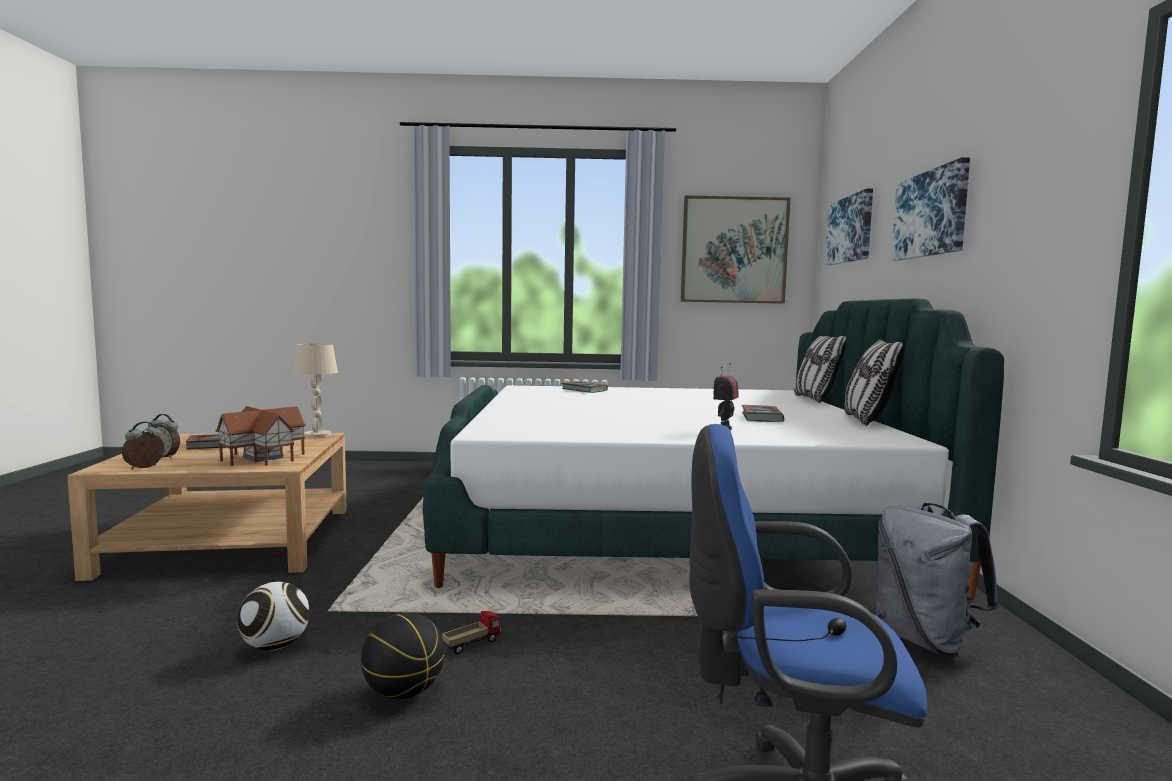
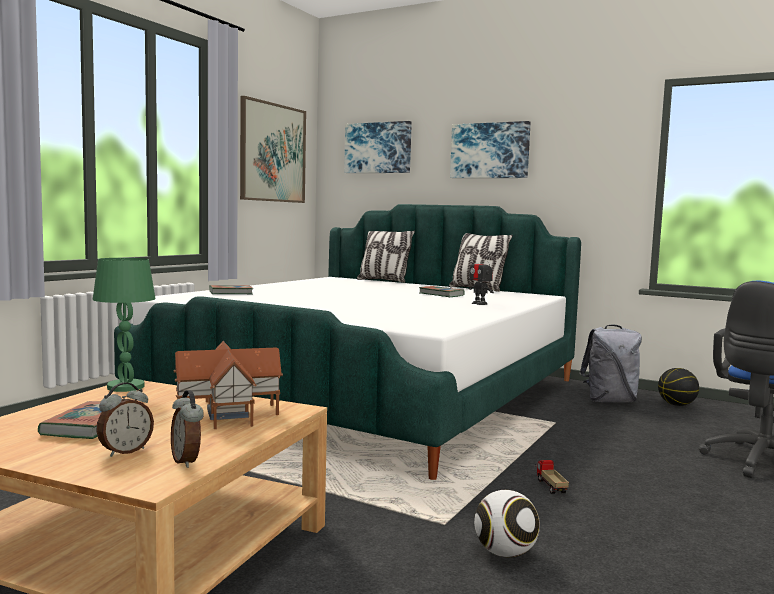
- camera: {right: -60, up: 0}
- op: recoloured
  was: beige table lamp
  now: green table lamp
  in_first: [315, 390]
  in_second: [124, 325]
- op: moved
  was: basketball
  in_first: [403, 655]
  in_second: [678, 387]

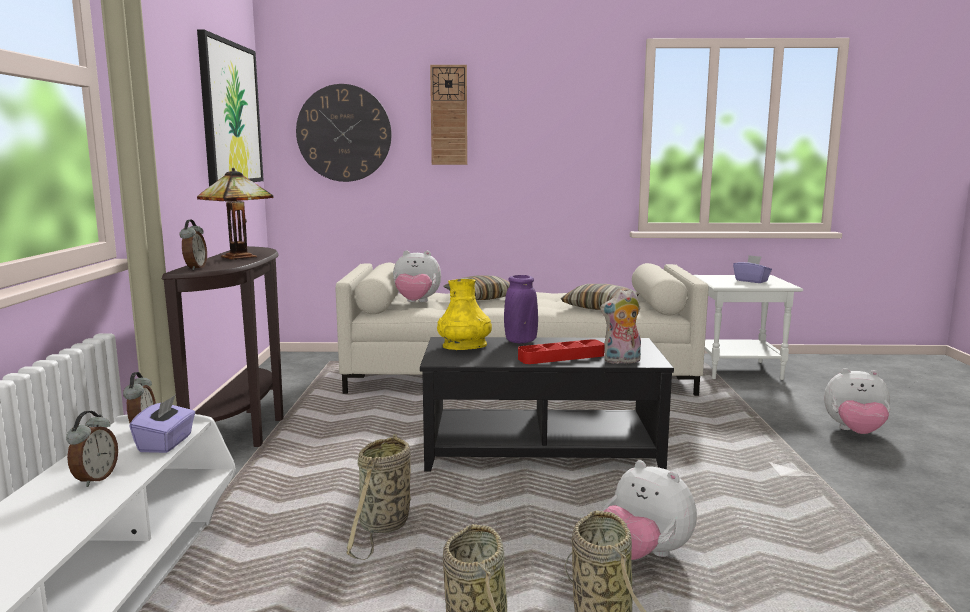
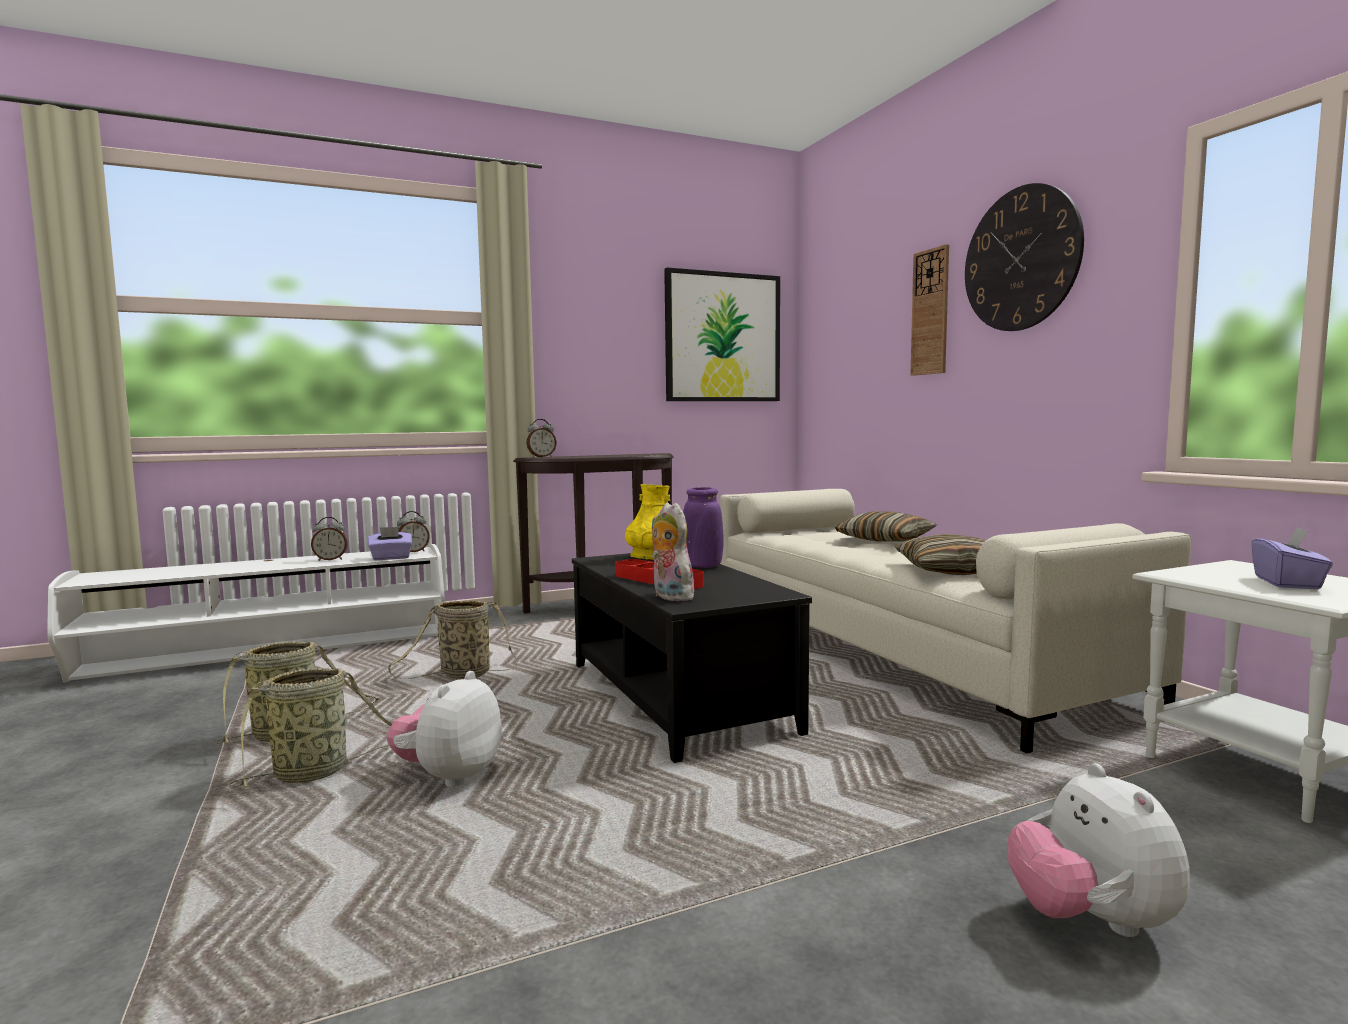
- camera: {right: 65, up: -5}
- op: moved
  was: wall clock
  in_first: [344, 133]
  in_second: [1024, 257]
- op: removed
  was: table lamp
  in_first: [235, 214]
- op: removed
  was: plush toy
  in_first: [417, 276]

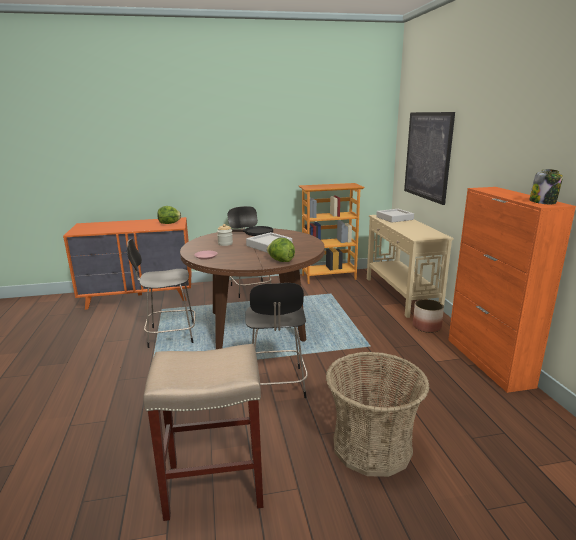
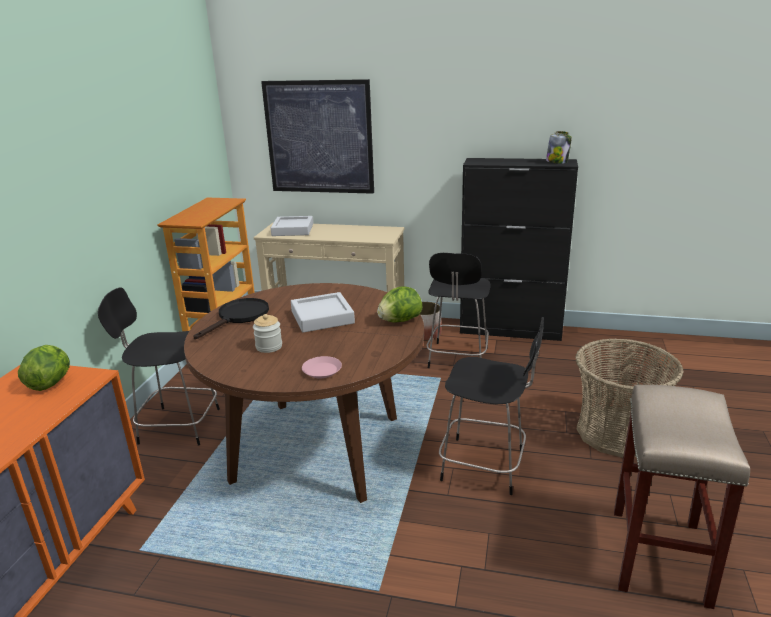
- camera: {right: -65, up: 5}
- op: recoloured
  was: orange cabinet
  now: black cabinet
  in_first: [512, 290]
  in_second: [519, 249]
- op: moved
  was: black chair
  in_first: [161, 293]
  in_second: [458, 310]

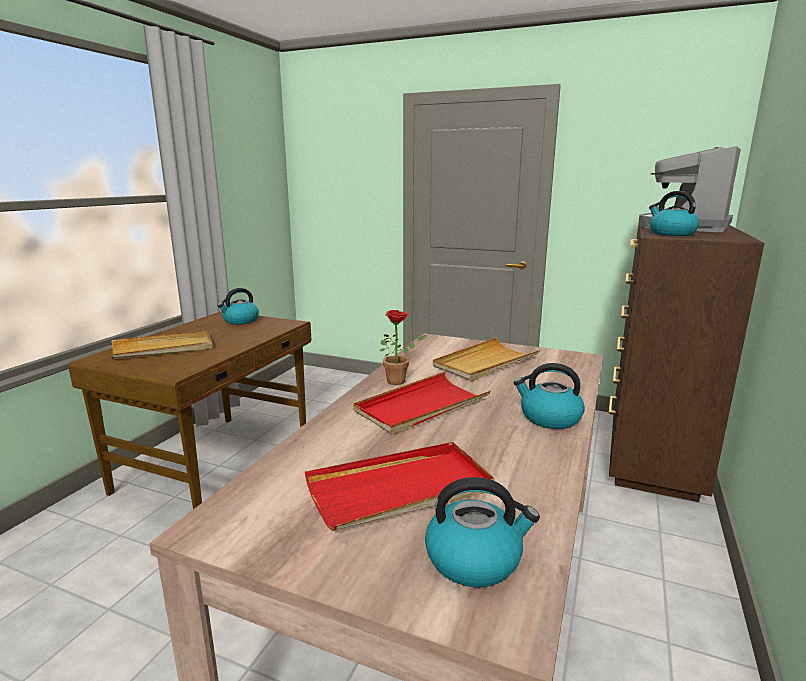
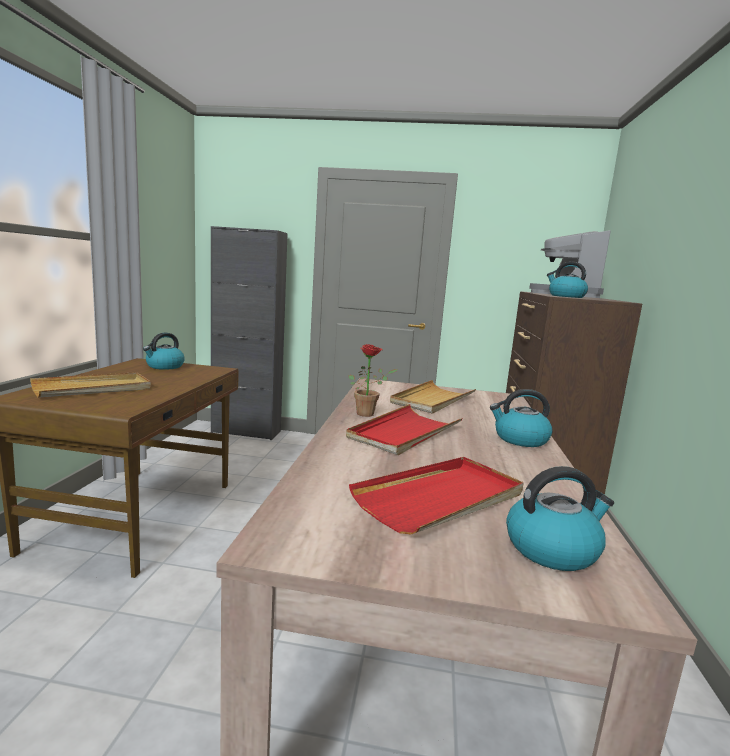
- camera: {right: -15, up: -5}
- op: added
  now: black cabinet
  in_second: [249, 333]

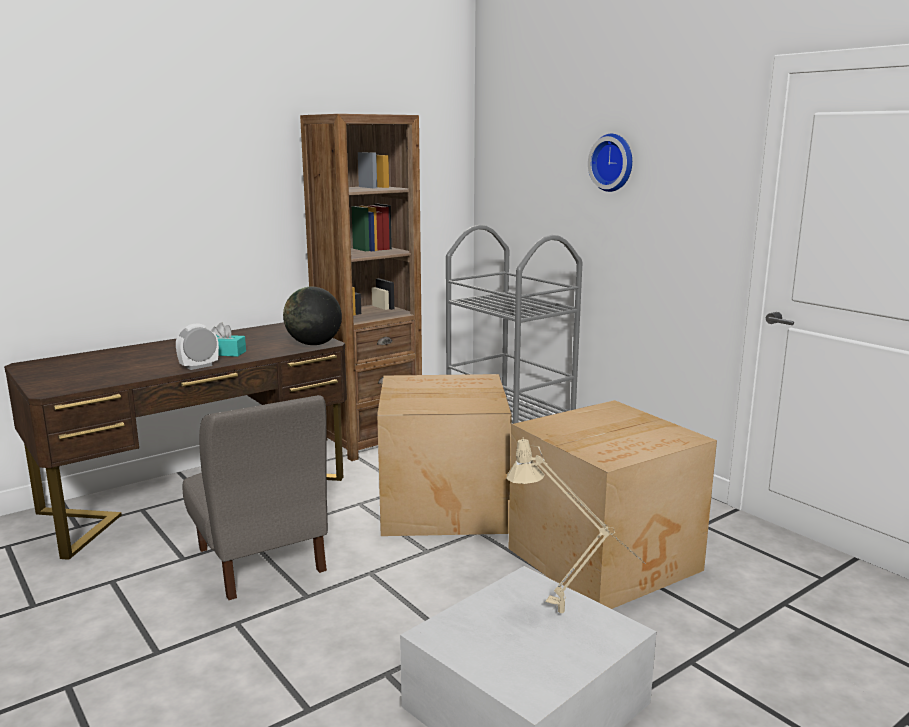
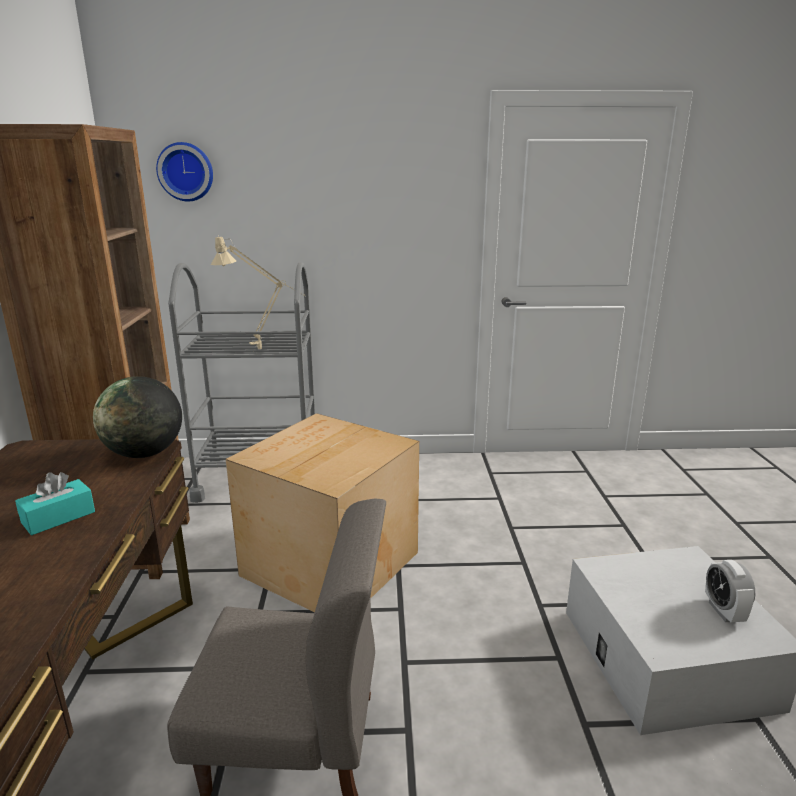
- camera: {right: -55, up: 5}
- op: moved
  was: wall clock
  in_first: [610, 163]
  in_second: [184, 171]
- op: moved
  was: alarm clock
  in_first: [197, 346]
  in_second: [730, 591]
- op: removed
  was: cardboard box
  in_first: [612, 504]
- op: moved
  was: beige table lamp
  in_first: [576, 525]
  in_second: [258, 292]

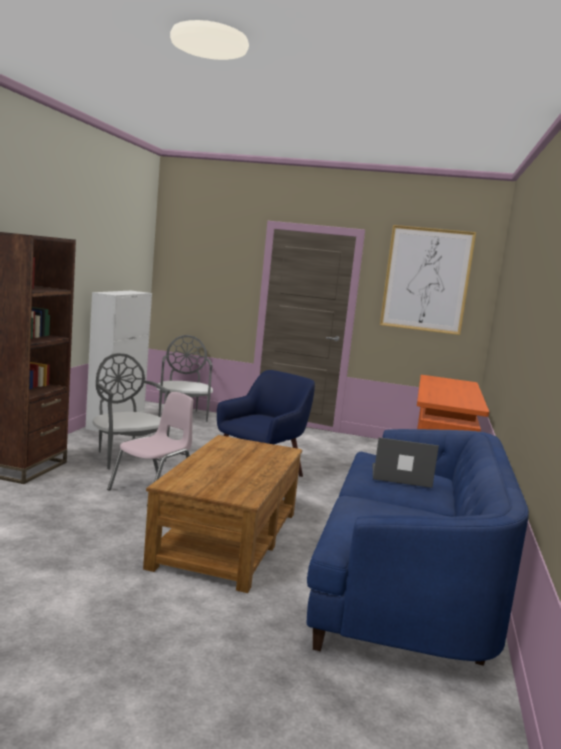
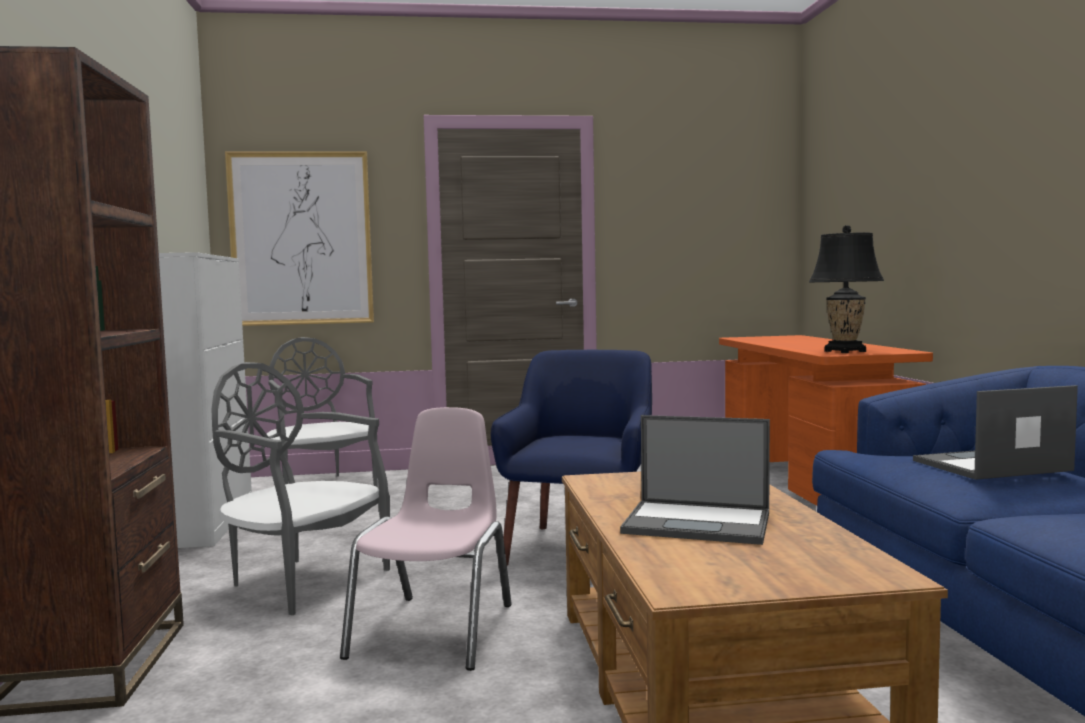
- camera: {right: -20, up: -5}
- op: moved
  was: picture
  in_first: [428, 280]
  in_second: [299, 239]
- op: added
  now: black table lamp
  in_second: [846, 289]
- op: added
  now: laptop
  in_second: [695, 480]

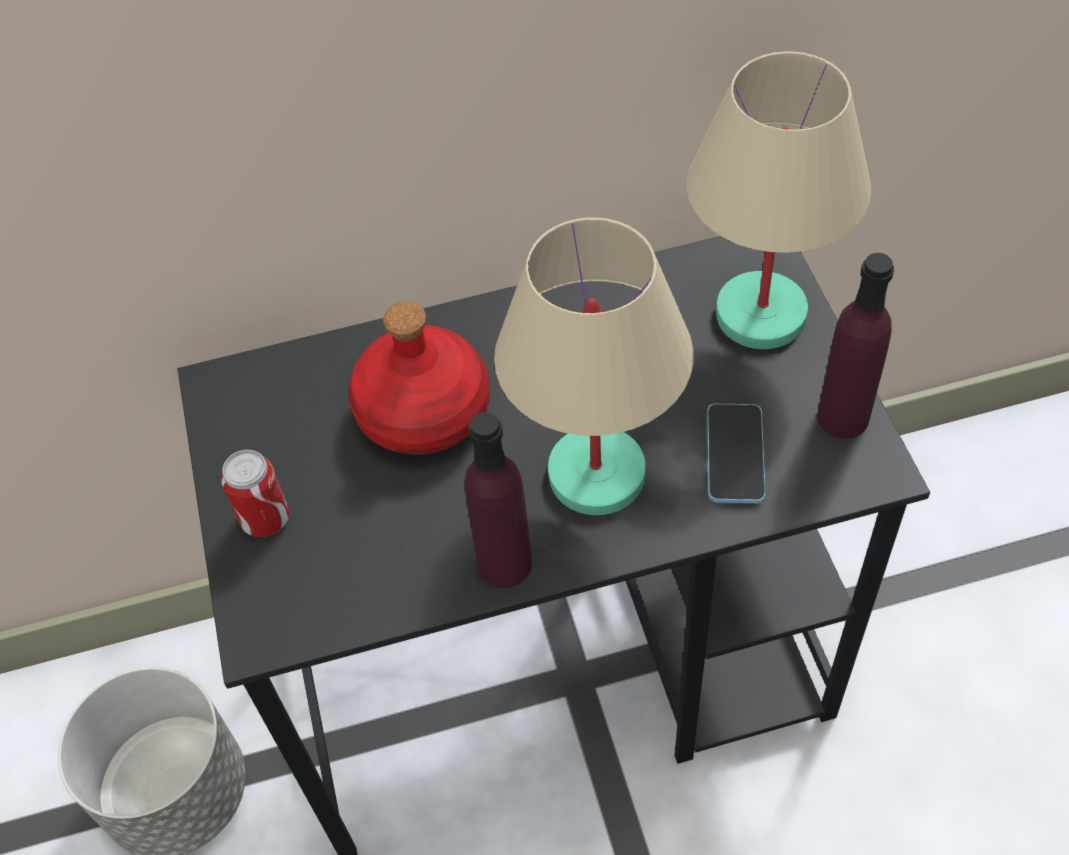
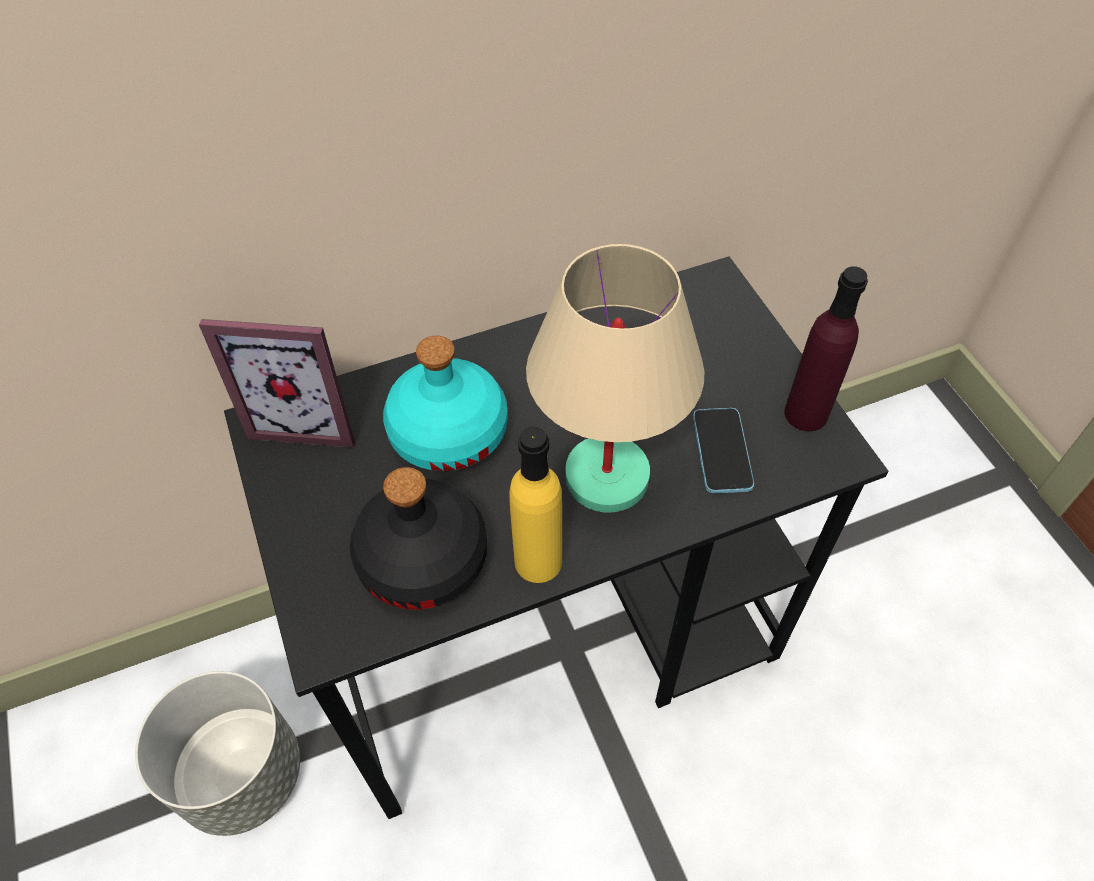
- camera: {right: -10, up: 0}
- op: removed
  was: beige table lamp
  in_first: [779, 200]
- op: recoloured
  was: red bottle
  now: turquoise bottle
  in_first: [419, 378]
  in_second: [445, 404]
- op: recoloured
  was: purple bottle
  now: yellow bottle
  in_first: [498, 500]
  in_second: [535, 504]
- op: removed
  was: can
  in_first: [255, 493]
- op: added
  now: picture frame
  in_second: [277, 383]
- op: added
  now: black bottle
  in_second: [418, 538]

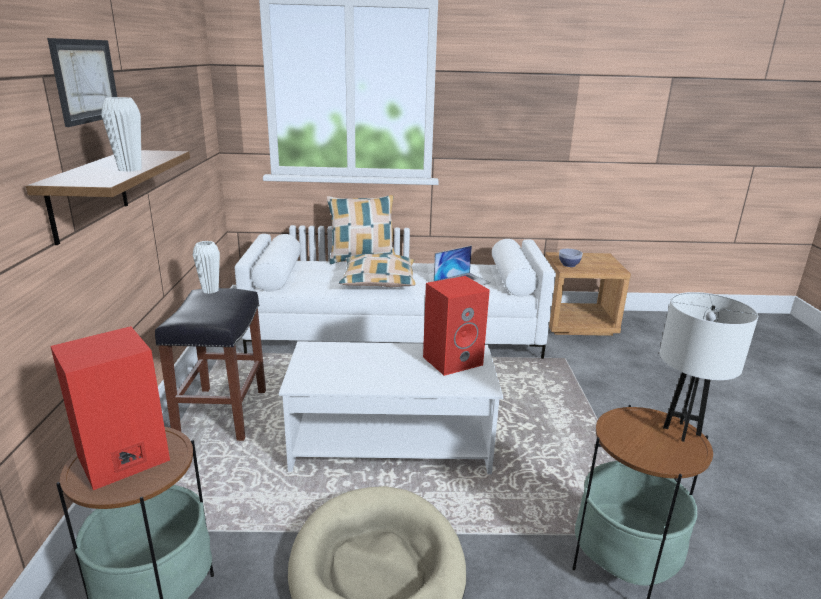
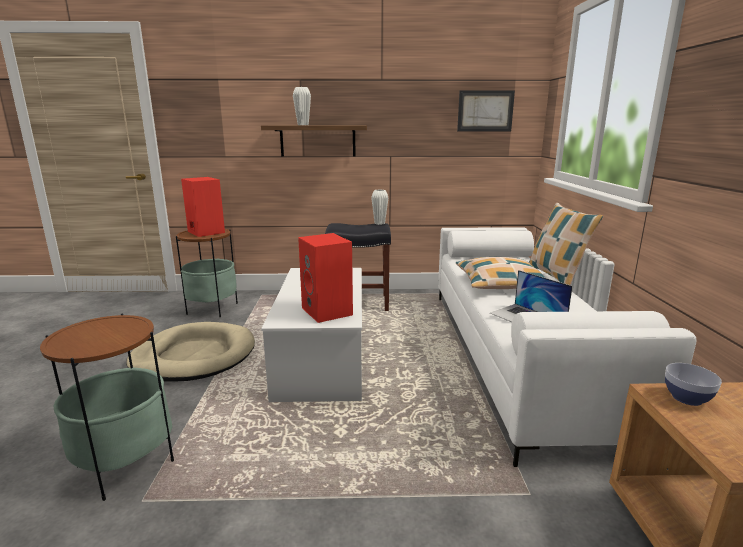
- camera: {right: 90, up: -5}
- op: moved
  was: picture
  in_first: [82, 82]
  in_second: [486, 110]
- op: removed
  was: white table lamp
  in_first: [709, 367]

